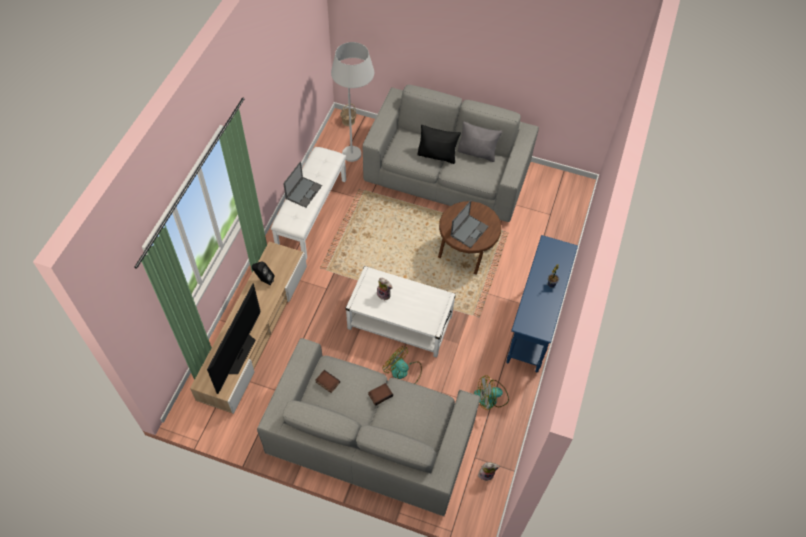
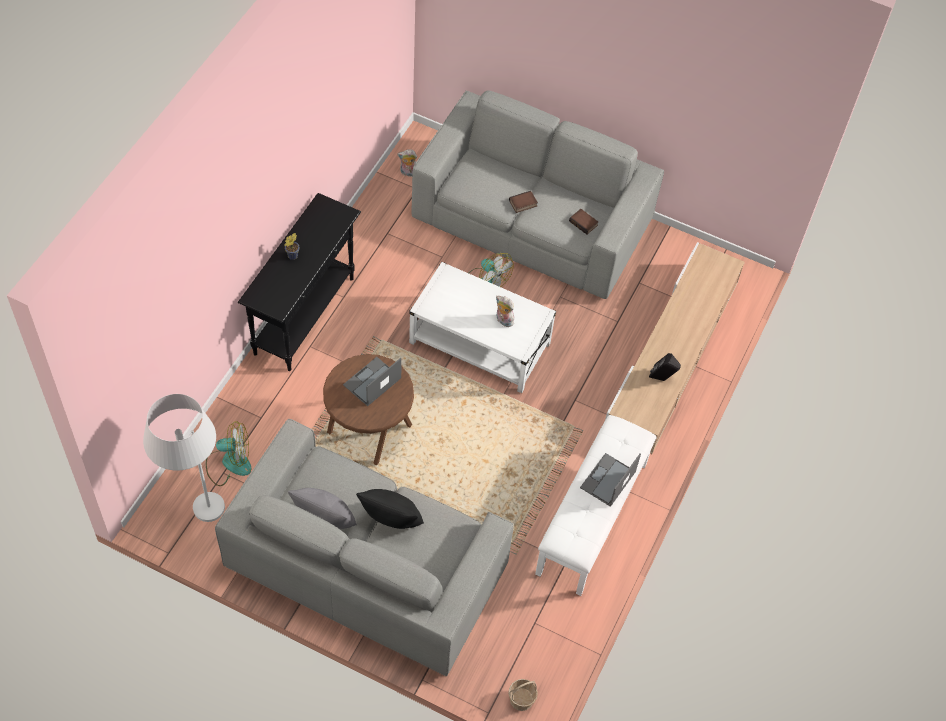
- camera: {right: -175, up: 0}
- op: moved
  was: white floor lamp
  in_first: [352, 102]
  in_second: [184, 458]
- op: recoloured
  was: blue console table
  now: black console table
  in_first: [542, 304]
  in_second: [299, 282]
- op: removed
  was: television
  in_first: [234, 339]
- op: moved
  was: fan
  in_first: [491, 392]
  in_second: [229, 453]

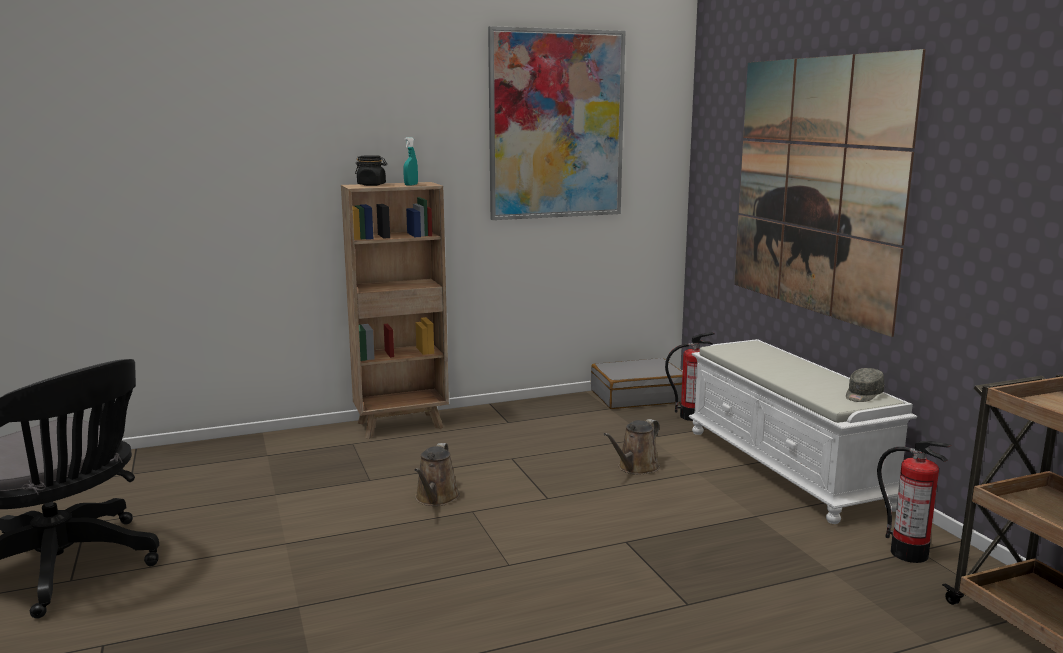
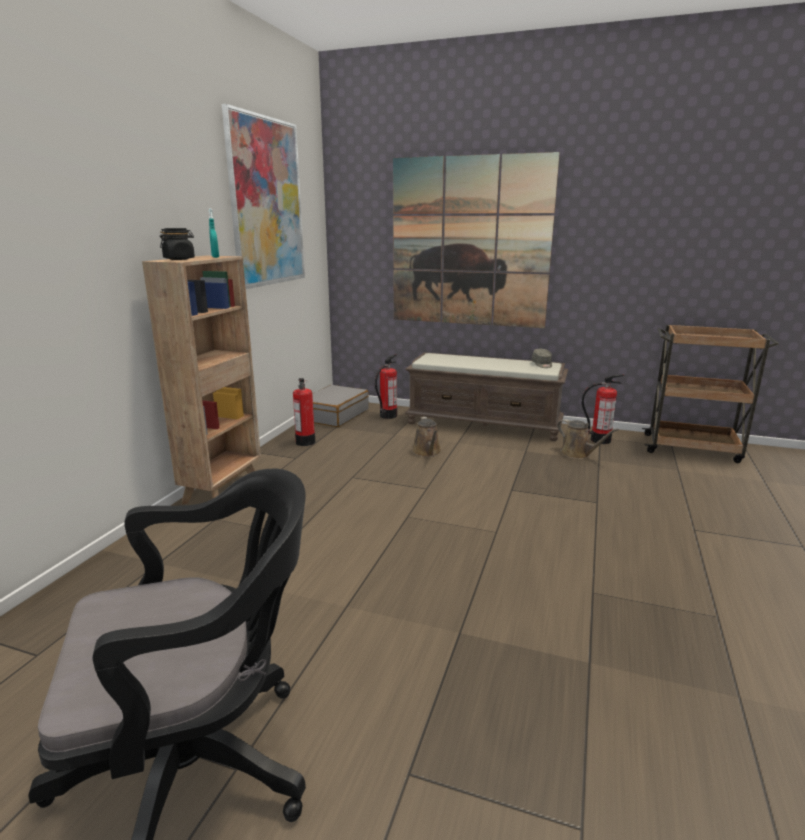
- camera: {right: -50, up: 5}
- op: recoloured
  was: white bench
  now: brown bench
  in_first: [803, 431]
  in_second: [486, 396]
- op: moved
  was: brown watering can
  in_first: [437, 474]
  in_second: [588, 439]
- op: added
  now: fire extinguisher
  in_second: [304, 412]

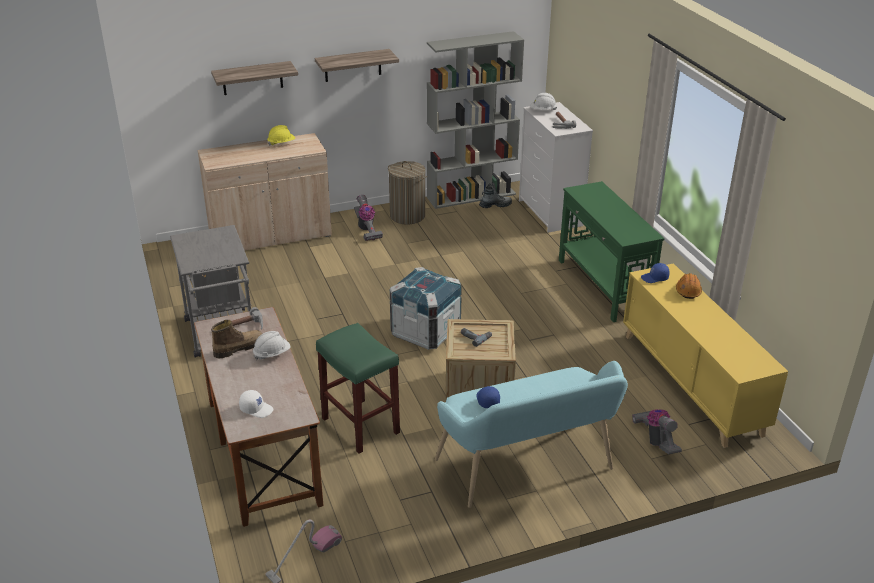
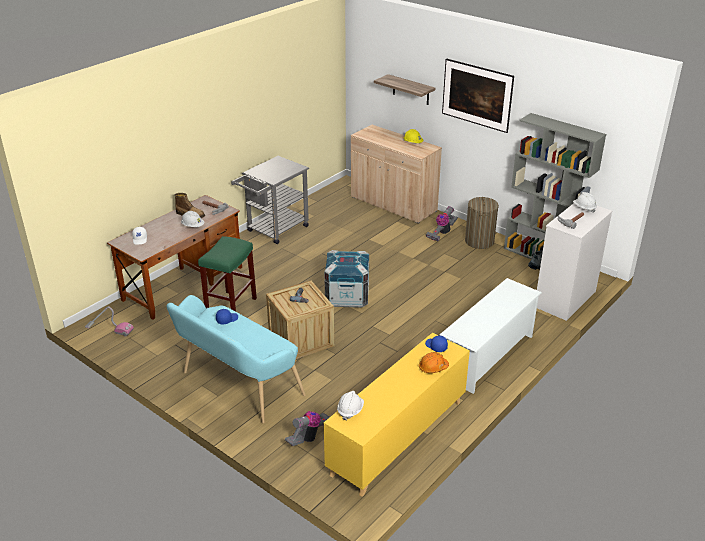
- camera: {right: 60, up: 0}
- op: replaced
  was: shelf
  now: picture
  in_first: [357, 65]
  in_second: [478, 96]
- op: replaced
  was: green console table
  now: white shoe rack
  in_first: [611, 251]
  in_second: [490, 336]
- op: added
  now: white hard hat
  in_second: [350, 405]

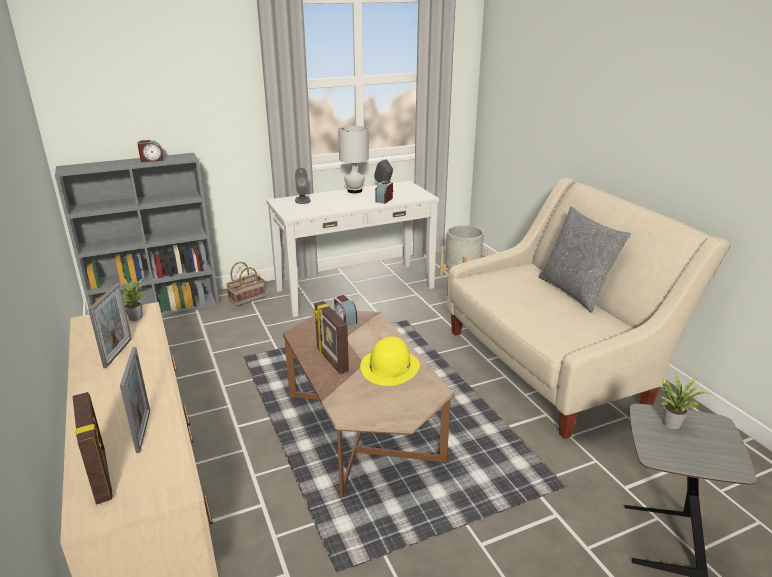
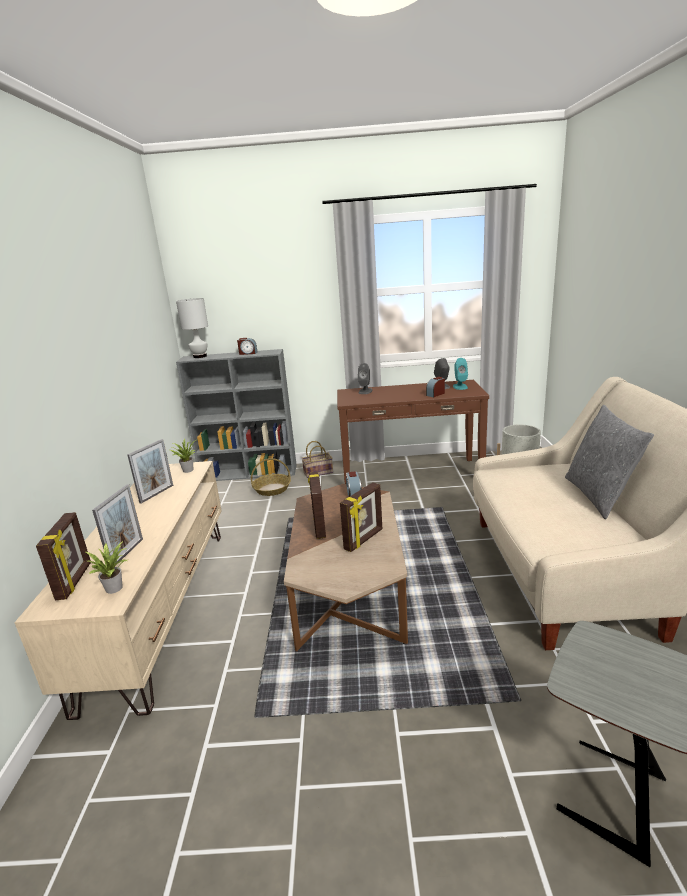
- camera: {right: 25, up: -5}
- op: moved
  was: white table lamp
  in_first: [353, 159]
  in_second: [192, 328]
- op: recoloured
  was: white console table
  now: brown console table
  in_first: [352, 249]
  in_second: [413, 432]
- op: replaced
  was: yellow hat
  now: picture frame
  in_first: [390, 361]
  in_second: [361, 517]
- op: moved
  was: potted plant
  in_first: [686, 401]
  in_second: [106, 567]
- op: added
  now: turquoise speaker
  in_second: [460, 374]
- op: added
  now: basket
  in_second: [271, 477]

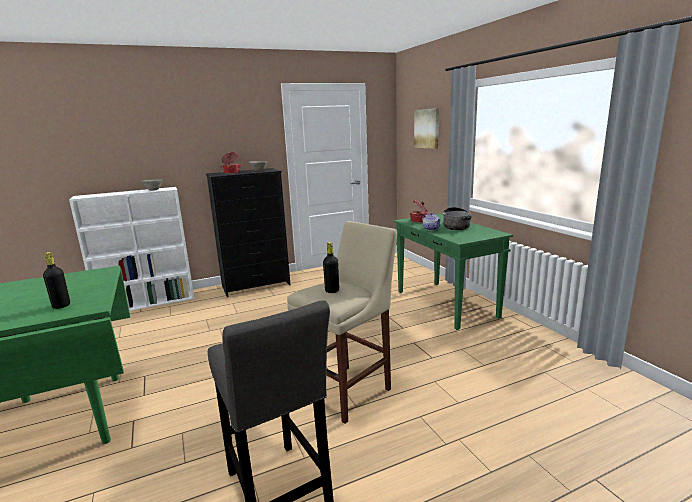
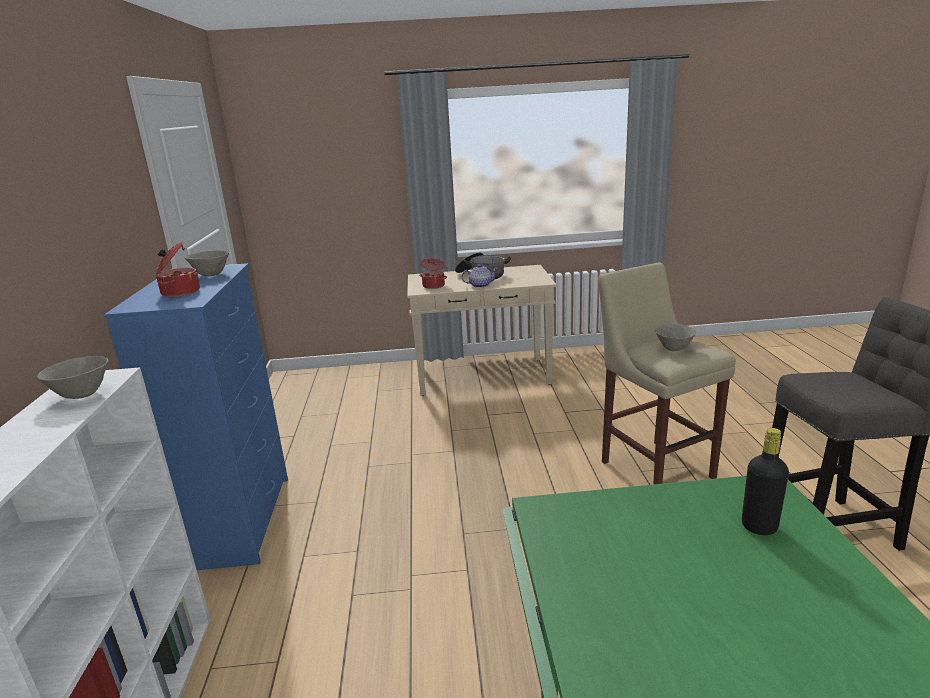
- camera: {right: -70, up: 5}
- op: removed
  was: picture
  in_first: [426, 128]
- op: recoloured
  was: black dresser
  now: blue dresser
  in_first: [248, 232]
  in_second: [196, 416]
- op: recoloured
  was: green console table
  now: beige console table
  in_first: [453, 272]
  in_second: [481, 330]
- op: replaced
  was: black bottle
  now: grey bowl
  in_first: [331, 267]
  in_second: [675, 337]

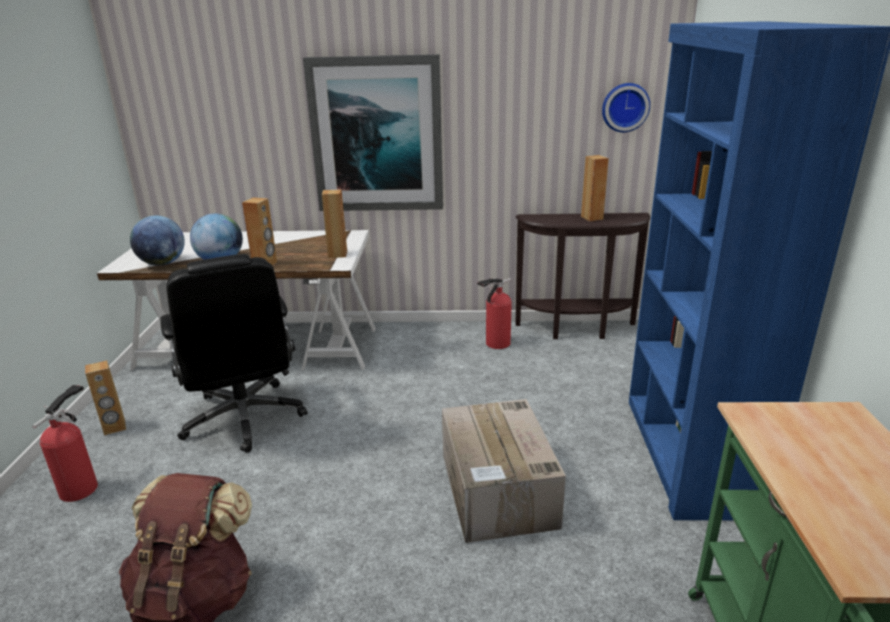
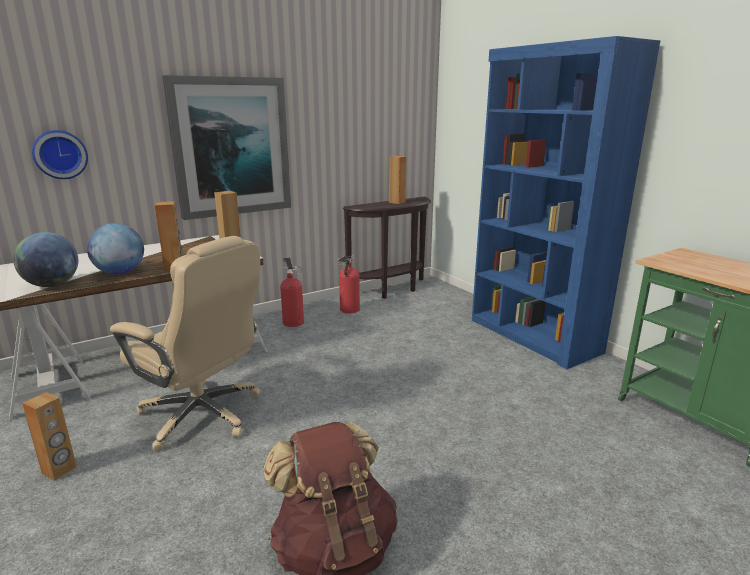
- camera: {right: -35, up: -5}
- op: moved
  was: wall clock
  in_first: [626, 107]
  in_second: [60, 154]
- op: recoloured
  was: black office chair
  now: beige office chair
  in_first: [233, 353]
  in_second: [185, 344]
- op: moved
  was: fire extinguisher
  in_first: [65, 443]
  in_second: [292, 292]
- op: removed
  was: cardboard box
  in_first: [504, 471]

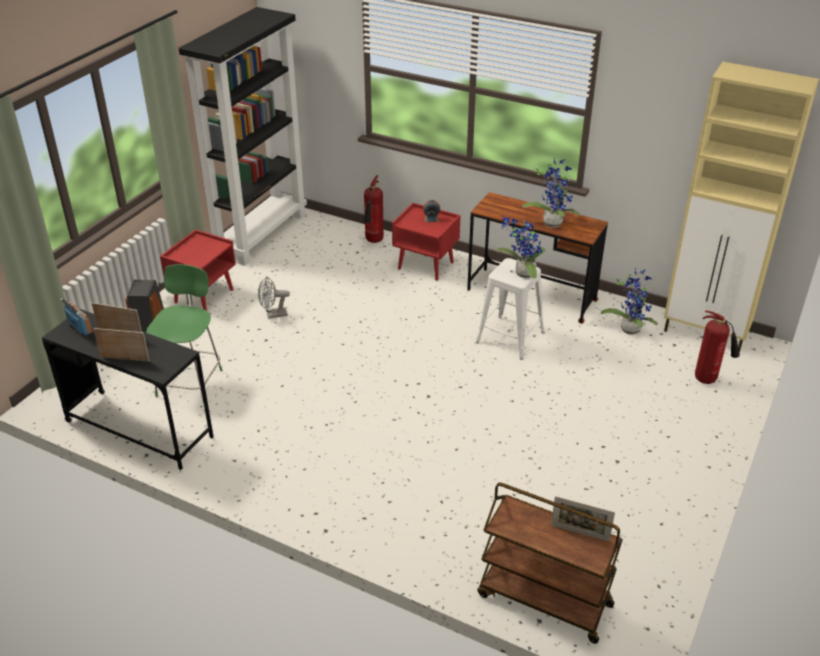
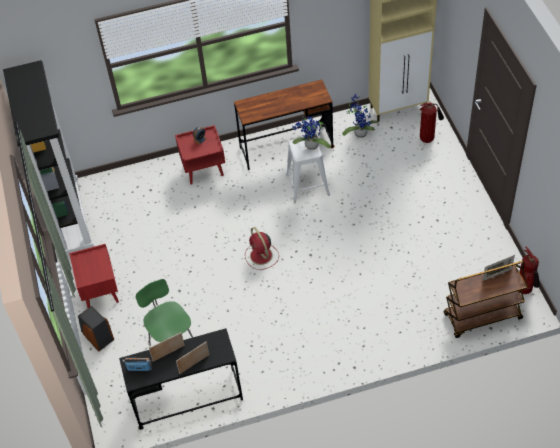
- camera: {right: -40, up: 15}
- op: removed
  was: potted plant
  in_first: [551, 192]
- op: moved
  was: fire extinguisher
  in_first: [374, 209]
  in_second: [529, 270]
- op: removed
  was: grey fan
  in_first: [274, 297]
- op: added
  now: red fan
  in_second: [262, 248]

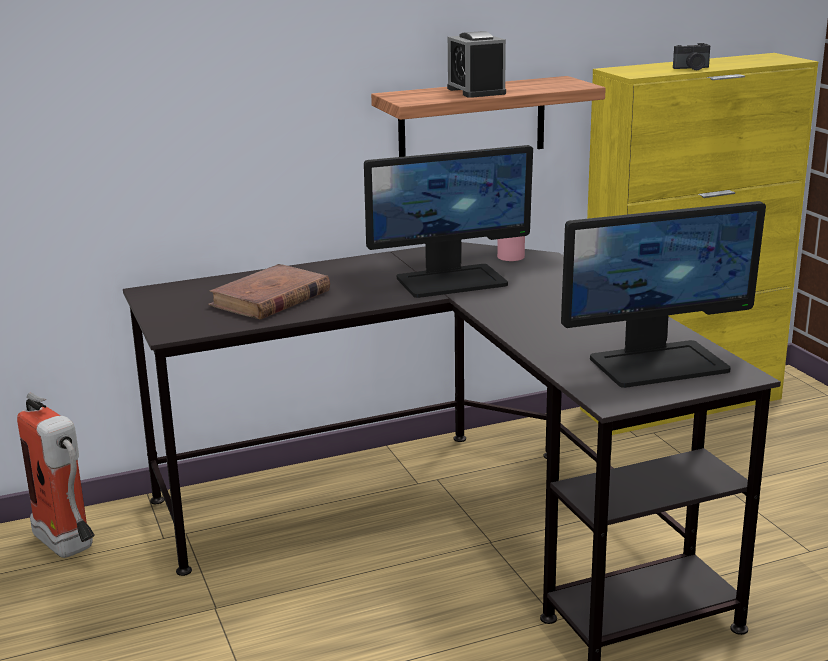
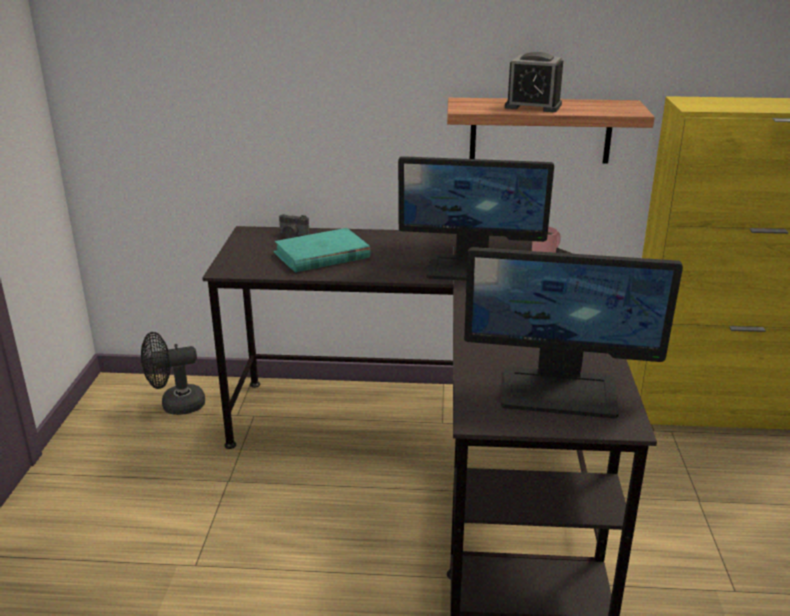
- camera: {right: 25, up: 5}
- op: turned
  was: alarm clock
  in_first: [476, 64]
  in_second: [534, 82]
  clockwise: -75
- op: moved
  was: photo camera
  in_first: [691, 56]
  in_second: [294, 226]
- op: recoloured
  was: brown book
  now: turquoise book
  in_first: [269, 292]
  in_second: [322, 250]
- op: replaced
  was: fire extinguisher
  now: black fan
  in_first: [56, 475]
  in_second: [173, 373]

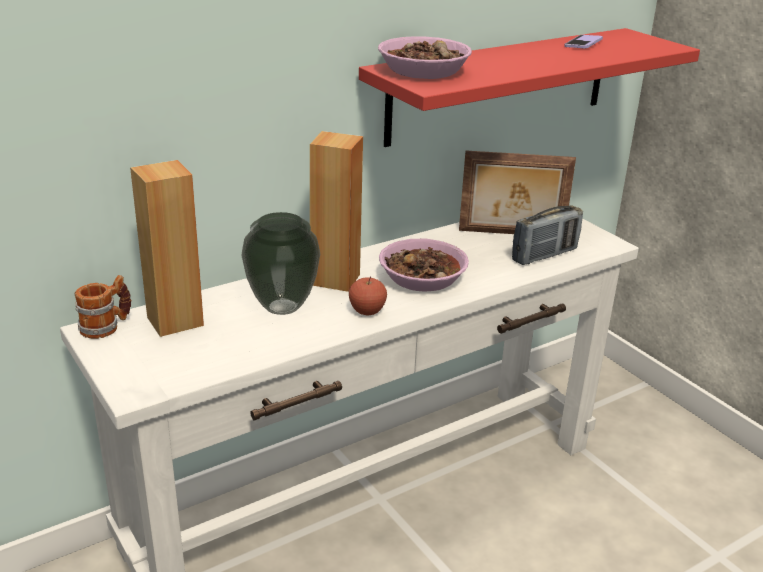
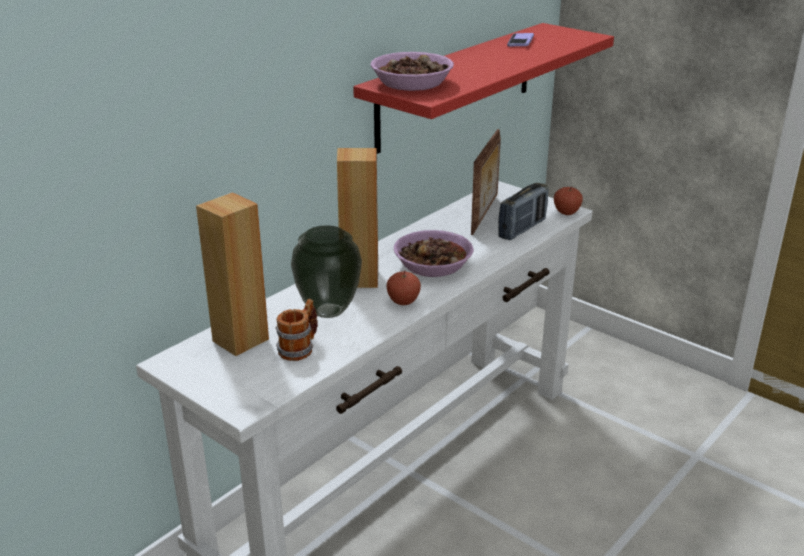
- camera: {right: -15, up: 0}
- op: turned
  was: picture frame
  in_first: [517, 192]
  in_second: [486, 182]
  clockwise: -60
- op: moved
  was: mug
  in_first: [103, 307]
  in_second: [297, 330]
- op: added
  now: apple
  in_second: [568, 201]

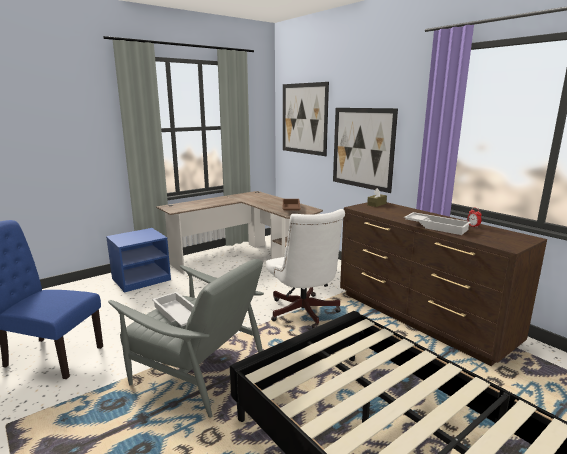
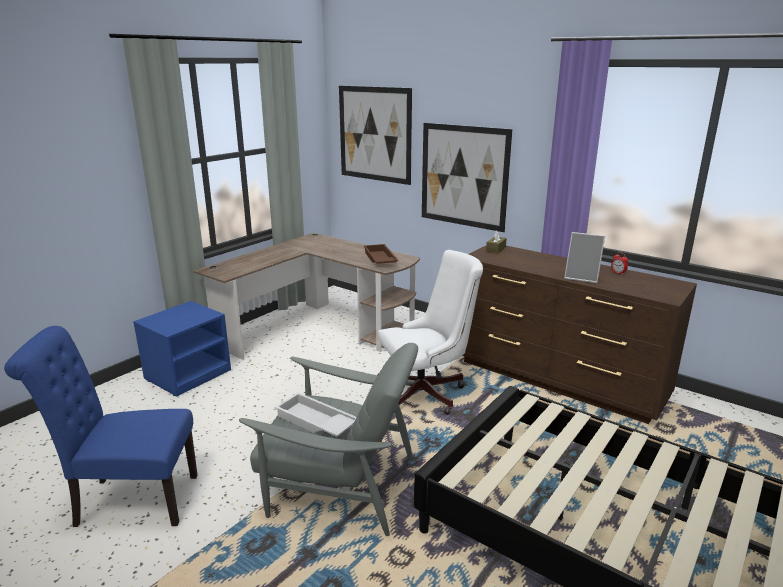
- camera: {right: -15, up: 5}
- op: turned
  was: white office chair
  in_first: [305, 268]
  in_second: [430, 332]
  clockwise: -75
- op: replaced
  was: white tray
  now: picture frame
  in_first: [437, 223]
  in_second: [584, 257]

